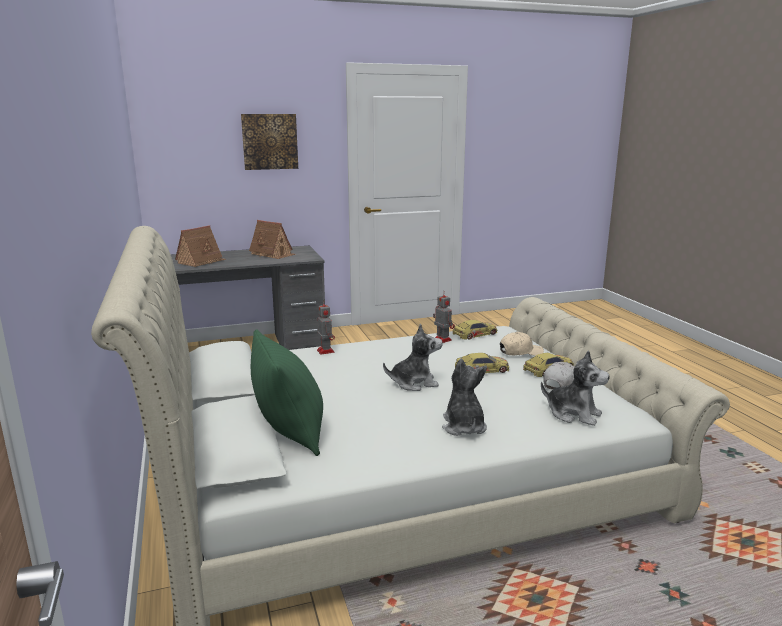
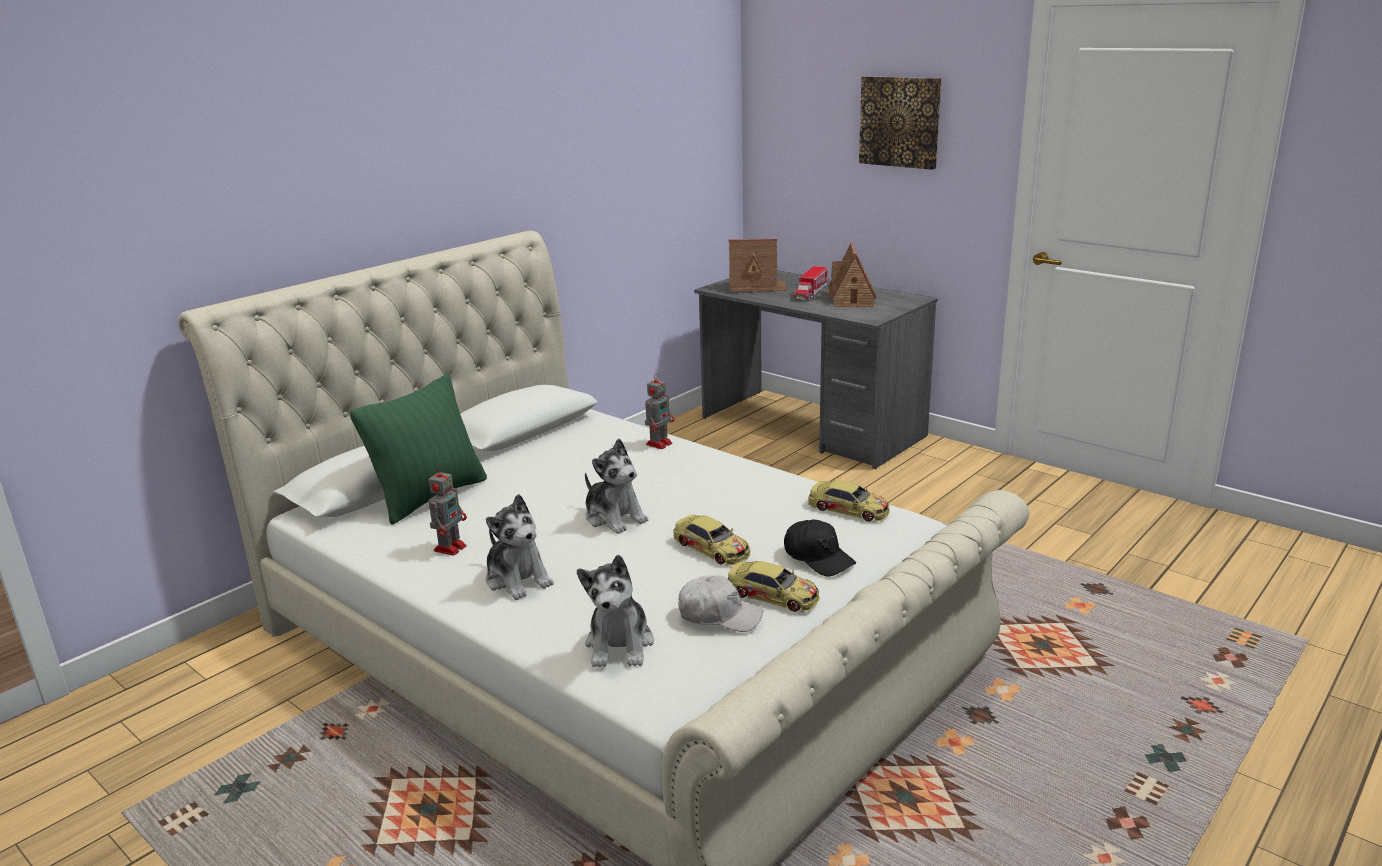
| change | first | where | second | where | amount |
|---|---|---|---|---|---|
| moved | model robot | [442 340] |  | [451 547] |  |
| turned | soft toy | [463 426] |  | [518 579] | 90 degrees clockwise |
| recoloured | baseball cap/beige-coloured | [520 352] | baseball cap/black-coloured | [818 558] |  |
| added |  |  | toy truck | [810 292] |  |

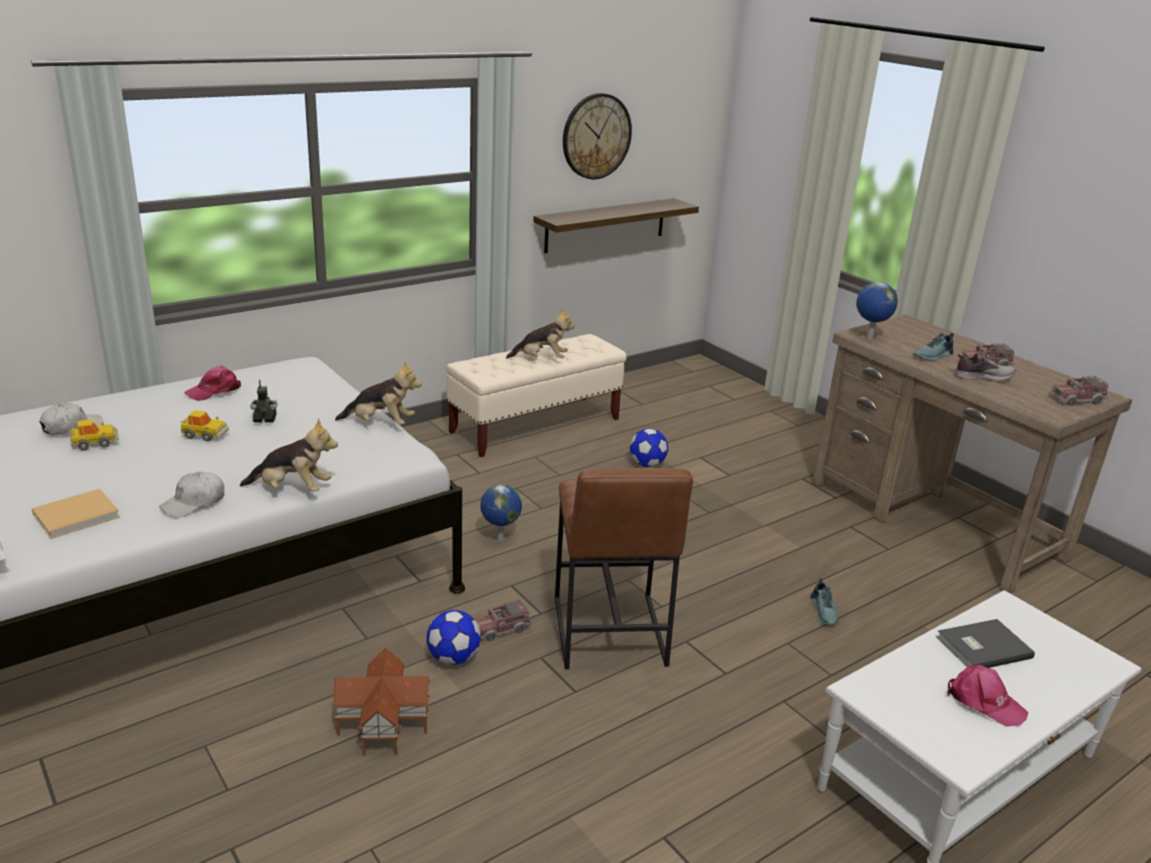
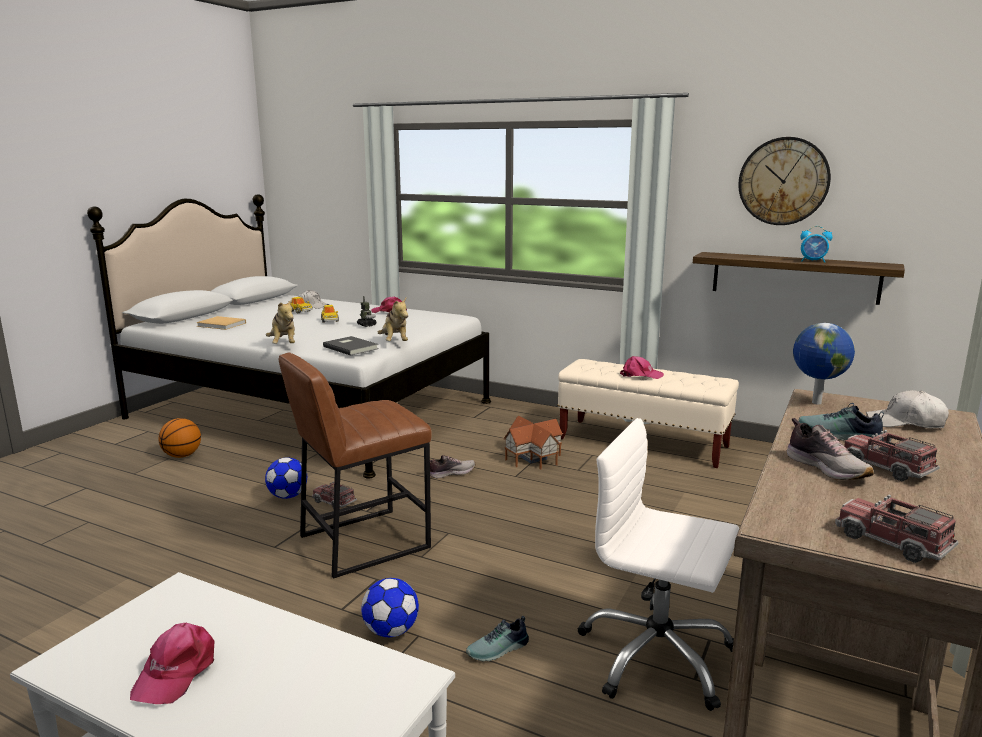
| change | first | where | second | where | amount |
|---|---|---|---|---|---|
| moved | baseball cap/whitish | [194 503] |  | [905 423] |  |
| moved | toy house | [382 721] |  | [533 457] |  |
| replaced | desk globe | [499 539] | item of footwear | [451 473] |  |
| replaced | soft toy | [541 359] | baseball cap/pink-coloured | [640 375] |  |
| moved | football | [647 464] |  | [391 631] |  |
| moved | volume/gray | [981 646] |  | [351 347] |  |
| added |  |  | ball for basketball | [182 456] |  |
| added |  |  | desk chair/whitish | [656 656] |  |
| added |  |  | table clock | [813 261] |  |

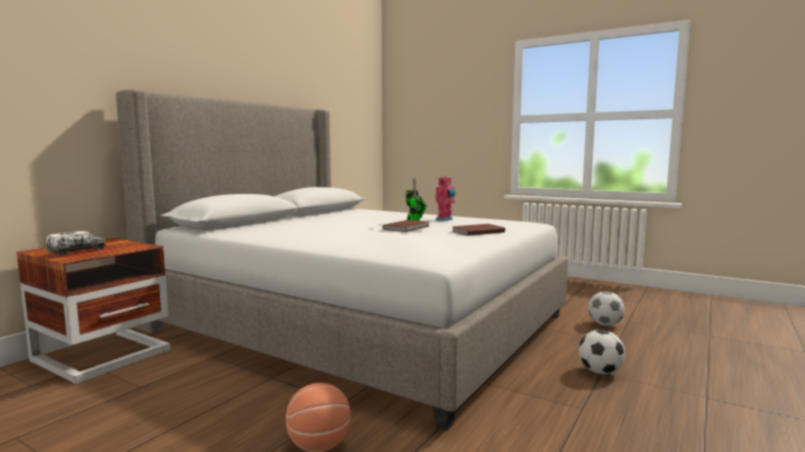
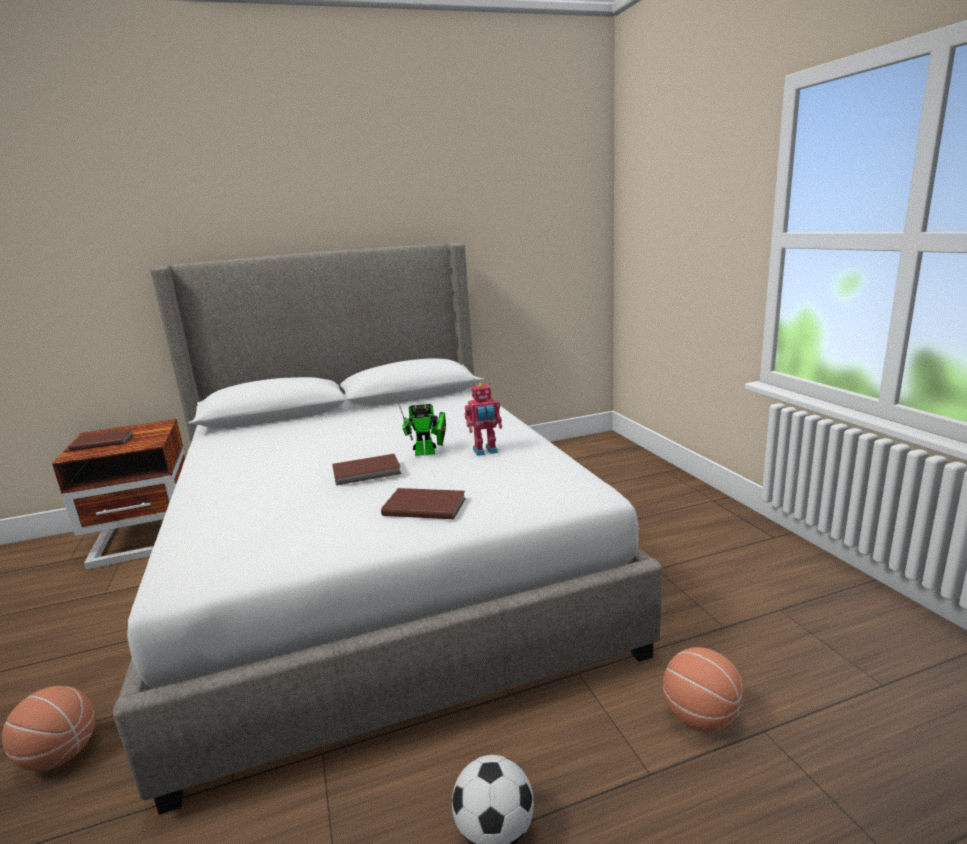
| change | first | where | second | where | amount |
|---|---|---|---|---|---|
| replaced | toy truck | [77 251] | volume/brownish | [102 442] |  |
| replaced | football | [605 324] | ball for basketball | [700 717] |  |

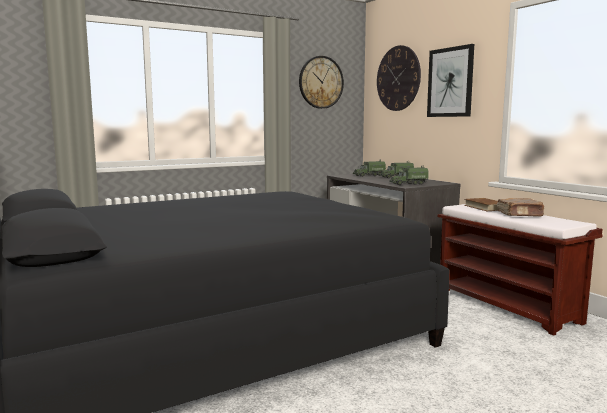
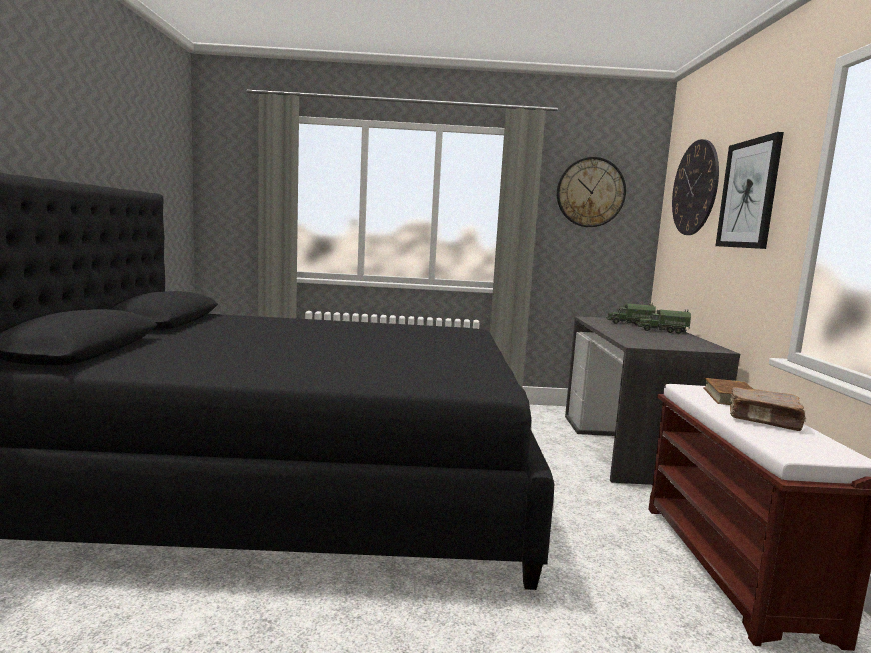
| change | first | where | second | where | amount |
|---|---|---|---|---|---|
| removed | toy truck | [408 184] |  |  |  |

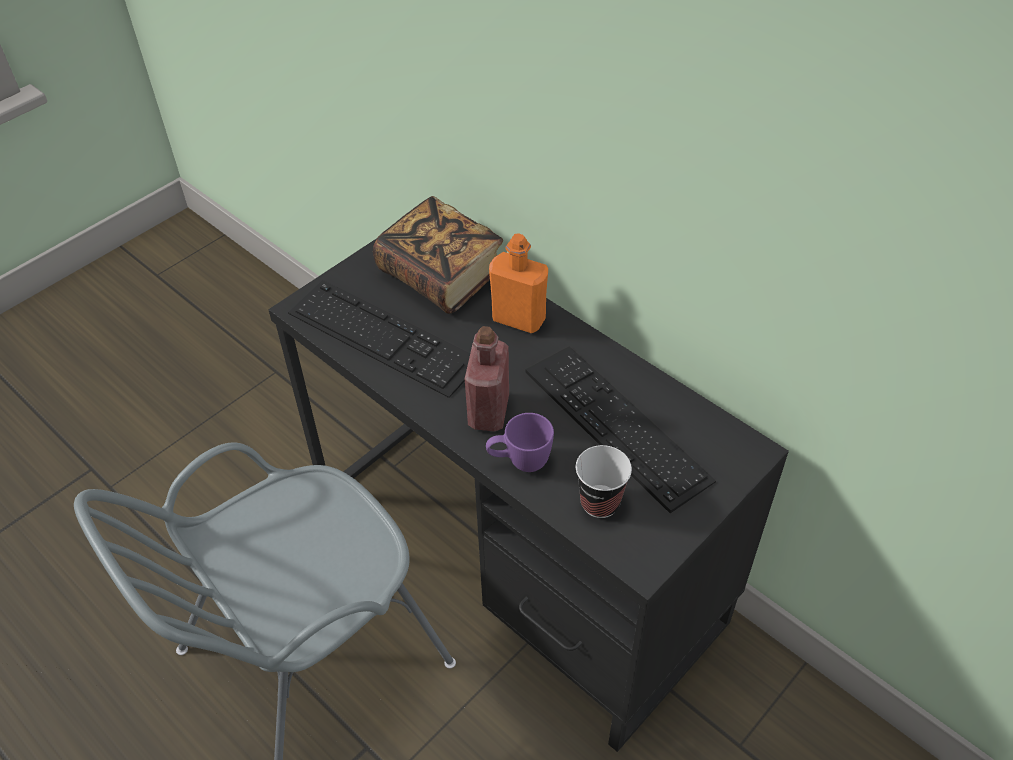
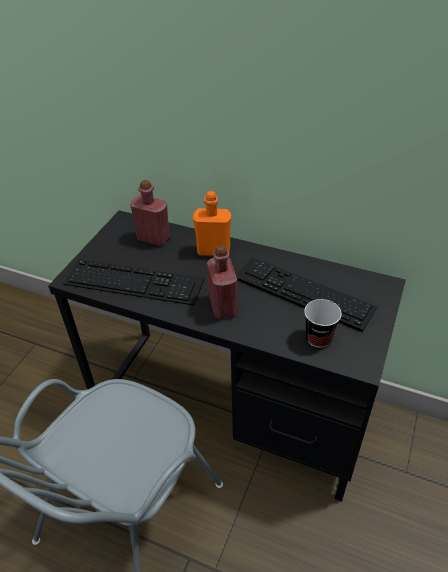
| change | first | where | second | where | amount |
|---|---|---|---|---|---|
| replaced | volume | [441 275] | drink bottle/reddish | [153 238] |  |
| removed | tea mug/purple-coloured | [519 462] |  |  |  |

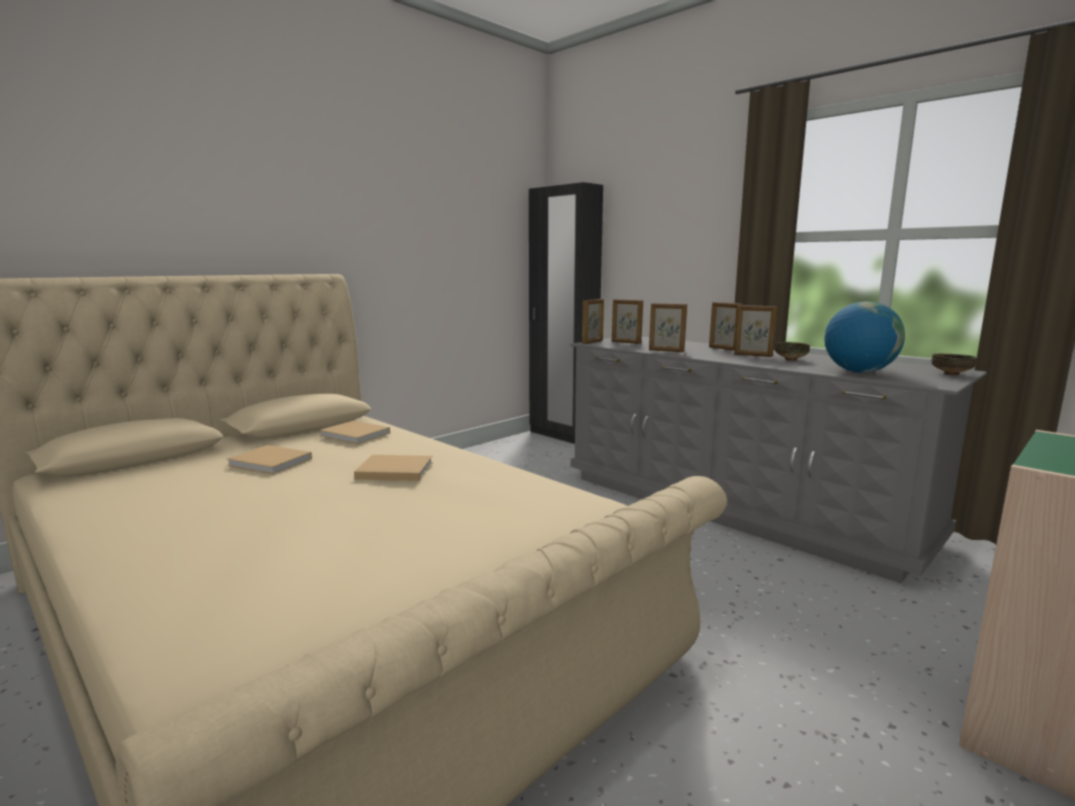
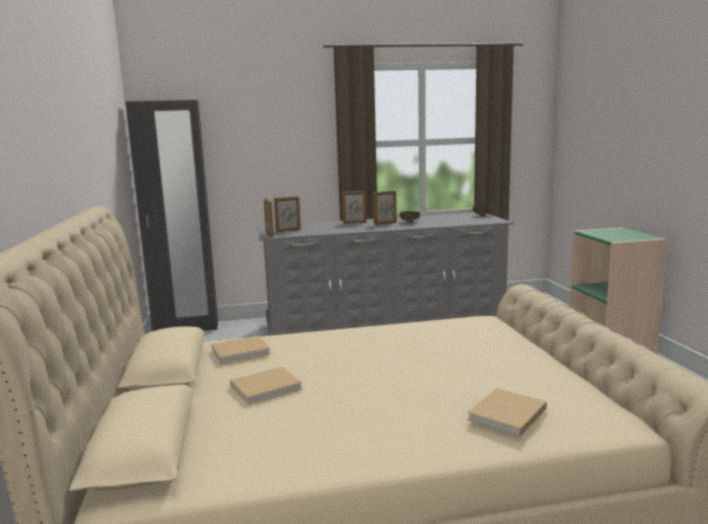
| change | first | where | second | where | amount |
|---|---|---|---|---|---|
| moved | volume/beige-coloured | [392 470] |  | [506 415] |  |
| removed | standing frame | [666 351] |  |  |  |
| removed | desk globe | [858 372] |  |  |  |

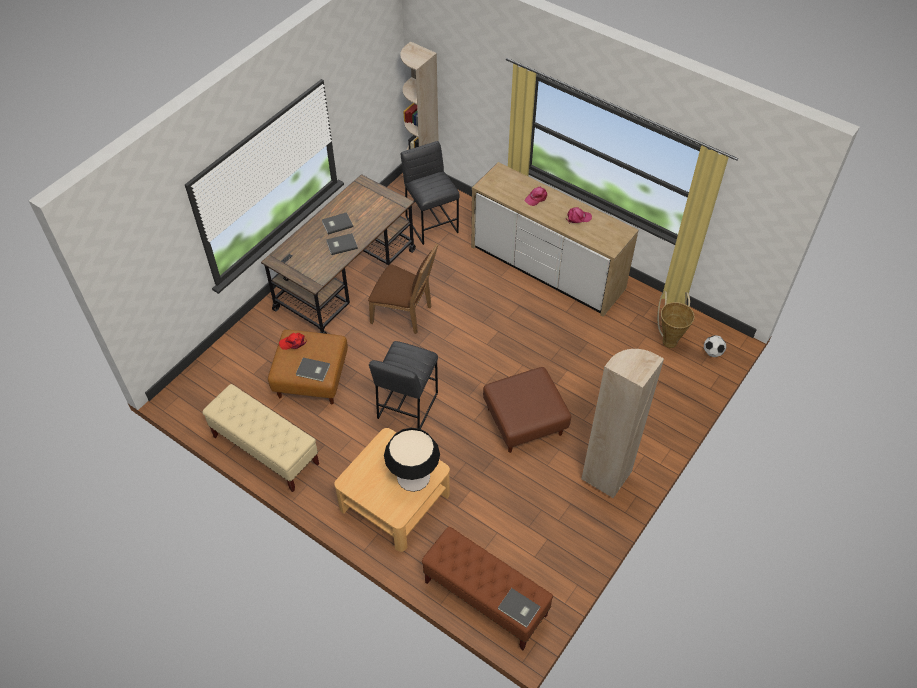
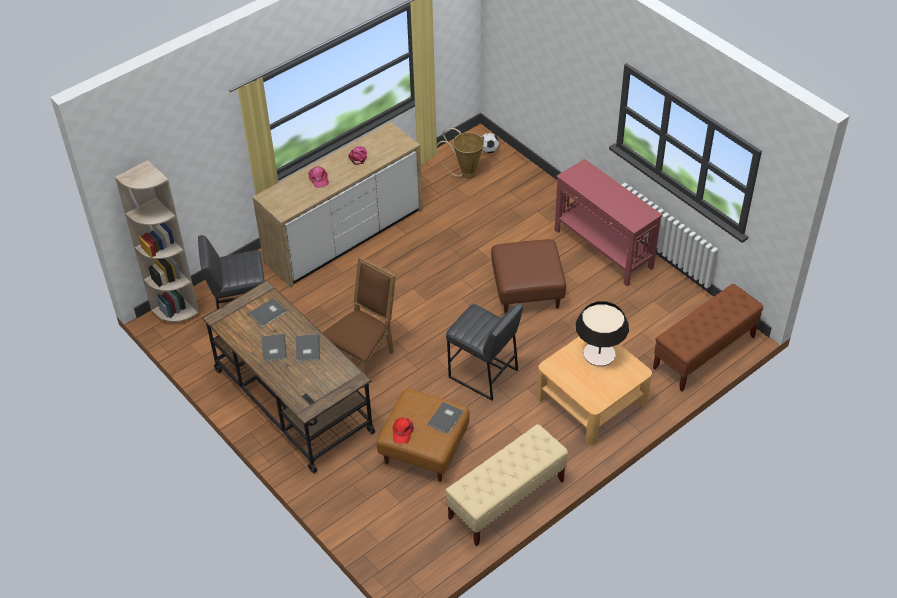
| change | first | where | second | where | amount |
|---|---|---|---|---|---|
| moved | volume/gray | [518 609] |  | [268 313] |  |
| replaced | bookcase/beige-coloured | [606 479] | narrow table/reddish | [603 249] |  |

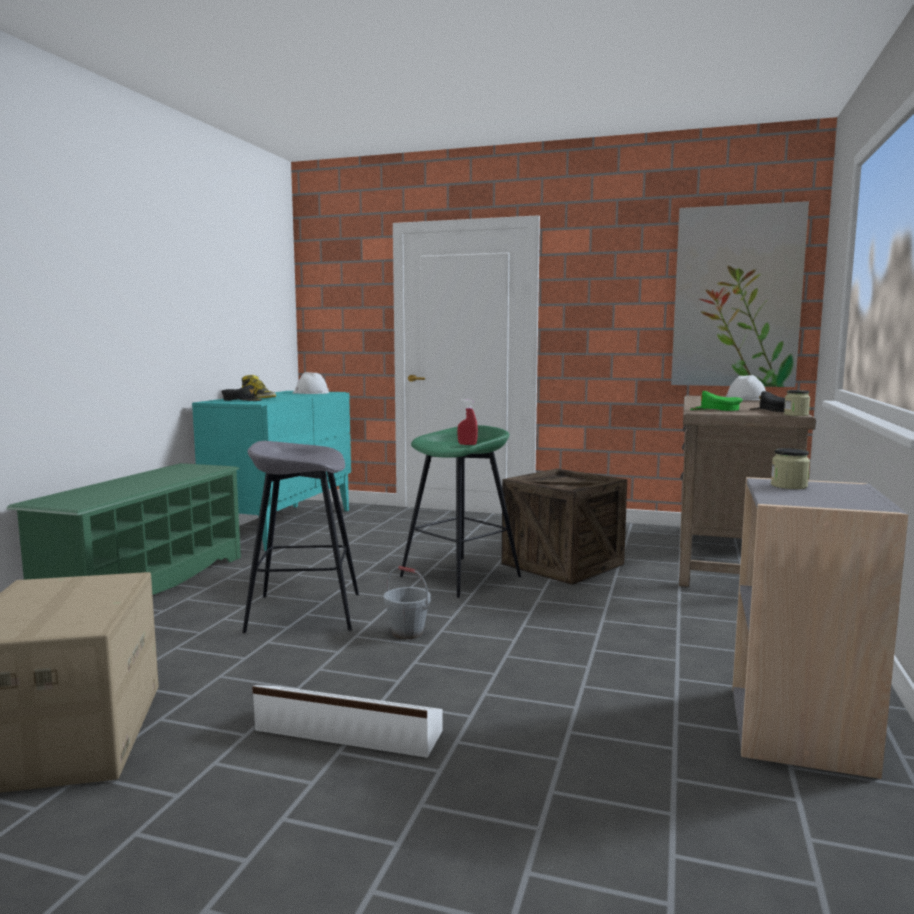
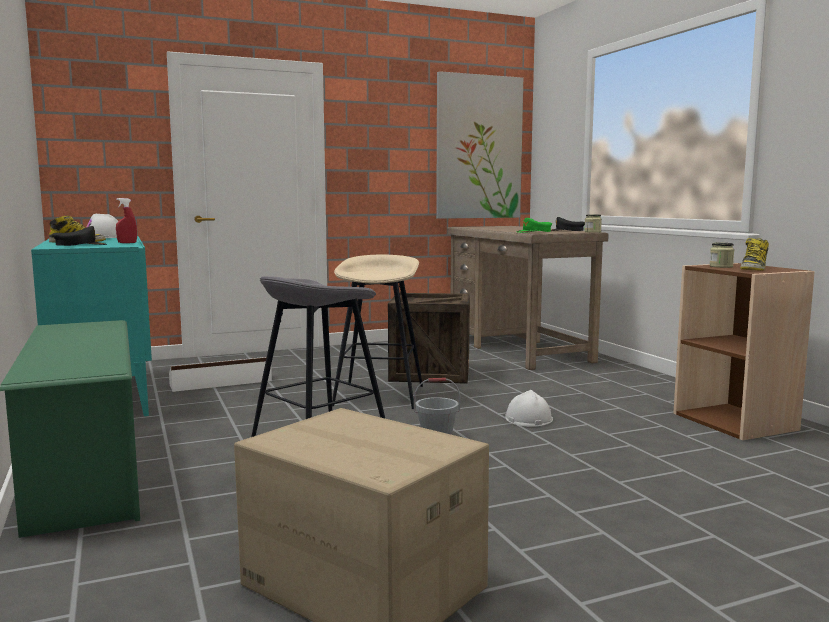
| change | first | where | second | where | amount |
|---|---|---|---|---|---|
| moved | storage box/whitish | [347 732] |  | [221 383] |  |
| recoloured | stool/greenish | [461 576] | stool/beige-coloured | [380 395] |  |
| moved | sprayer/reddish | [467 444] |  | [127 243] |  |
| moved | hard hat/whitish | [747 399] |  | [528 419] |  |
| recoloured | bookcase/gray | [801 730] | bookcase/brownish | [736 422] |  |
| added |  |  | tall boot | [753 269] |  |

